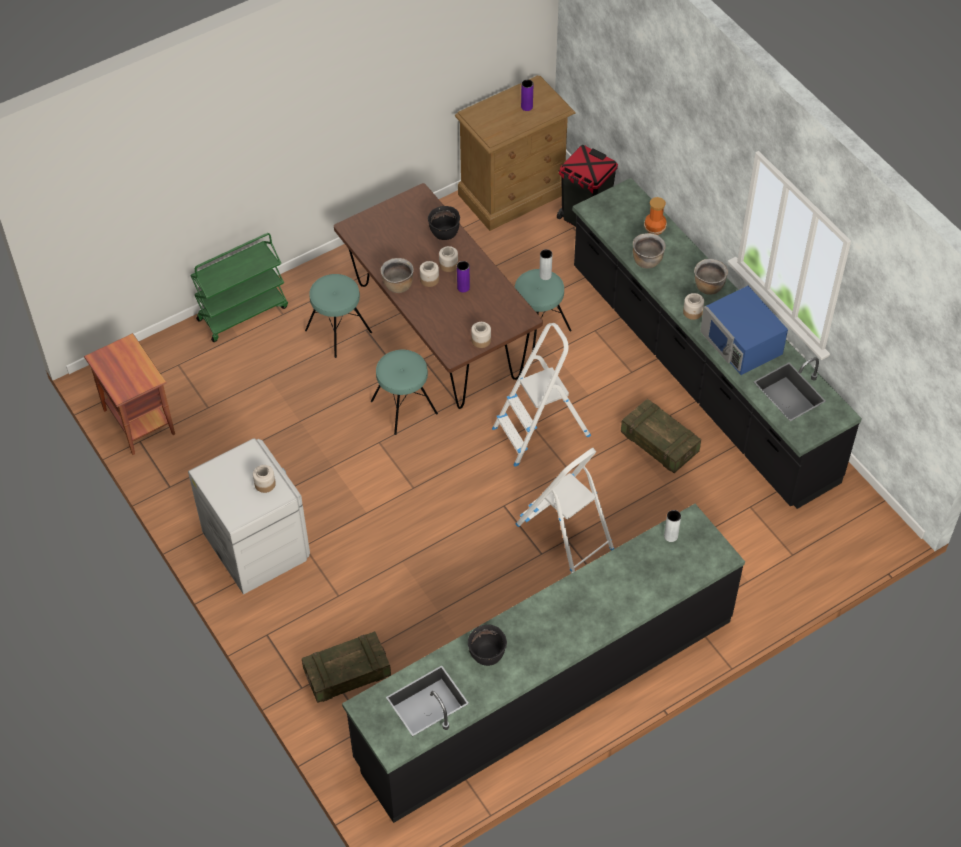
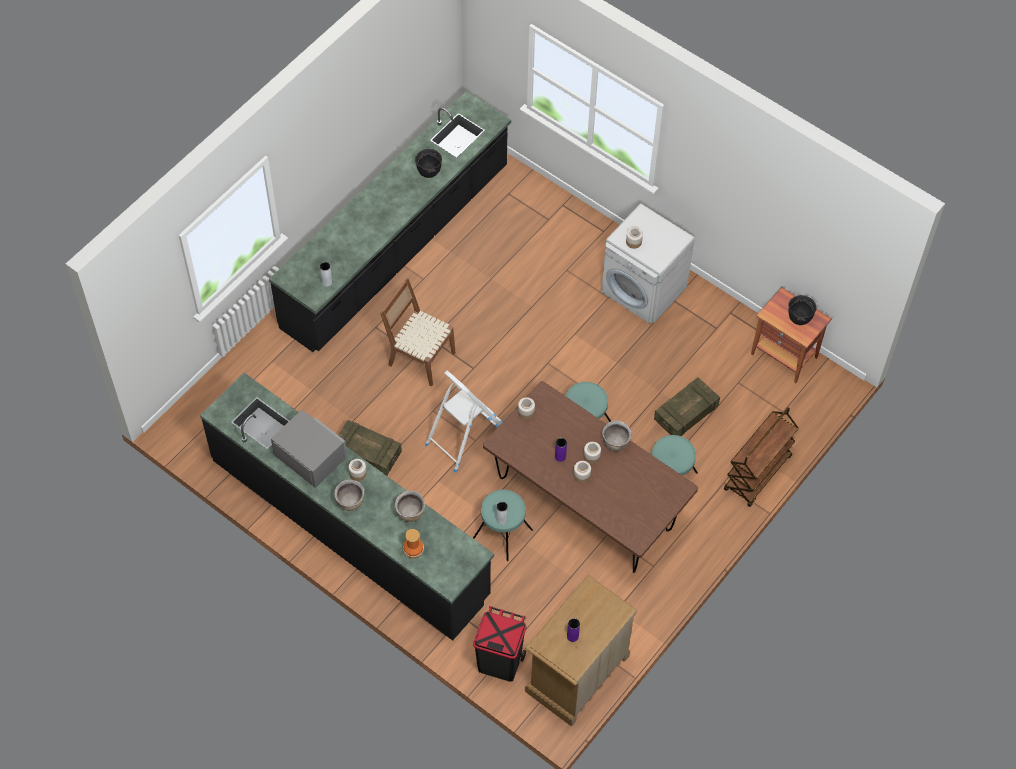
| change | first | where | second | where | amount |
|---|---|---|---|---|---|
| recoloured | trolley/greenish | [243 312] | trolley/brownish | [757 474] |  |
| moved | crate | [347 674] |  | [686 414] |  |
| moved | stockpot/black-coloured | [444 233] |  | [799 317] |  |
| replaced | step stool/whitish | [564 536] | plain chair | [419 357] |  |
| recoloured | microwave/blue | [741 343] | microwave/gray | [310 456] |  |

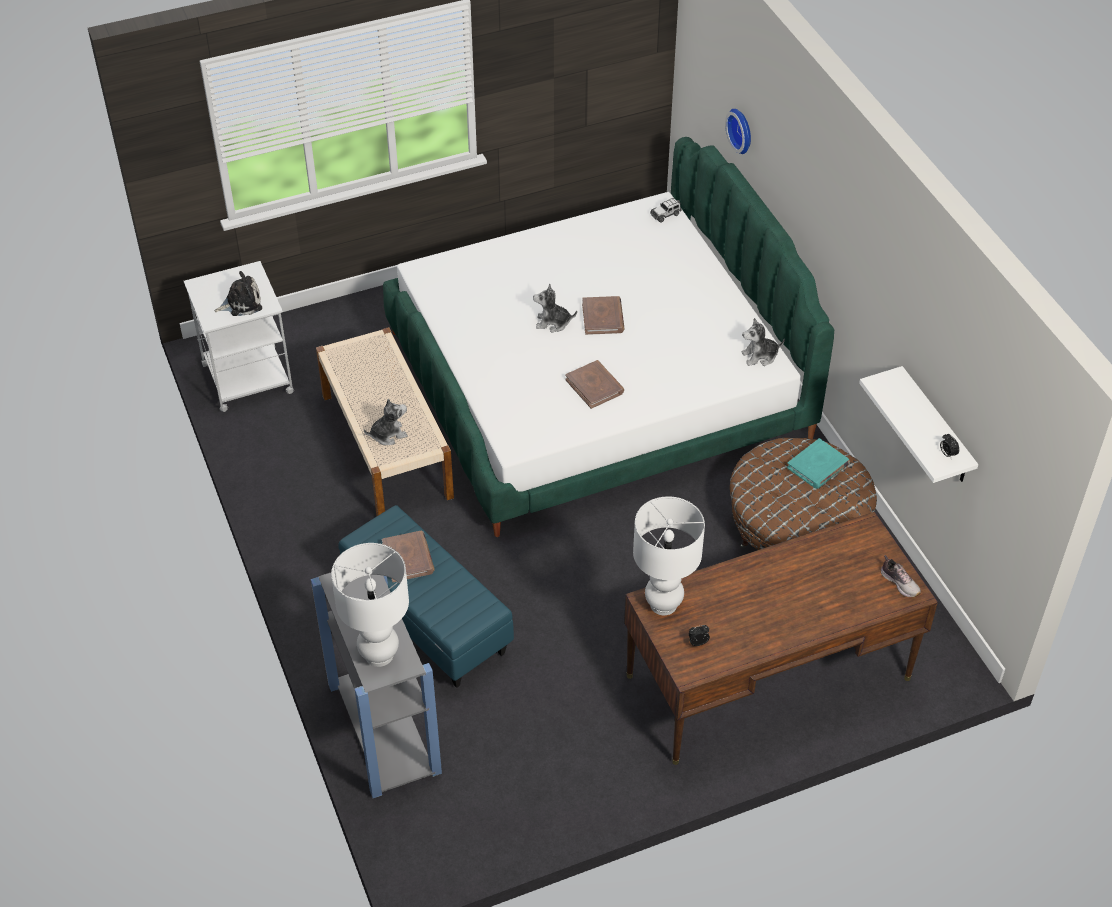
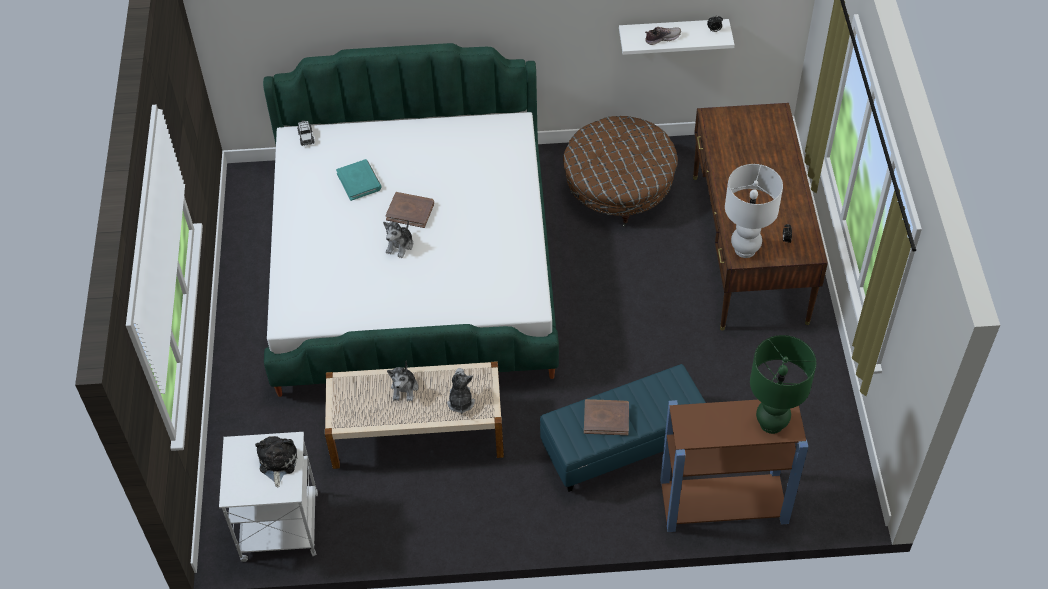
| change | first | where | second | where | amount |
|---|---|---|---|---|---|
| recoloured | bookcase/gray | [384 727] | bookcase/brownish | [722 501] |  |
| recoloured | tabletop lamp/whitish | [379 655] | tabletop lamp/greenish | [772 423] |  |
| removed | volume/brownish | [595 386] |  |  |  |
| removed | wall clock | [742 130] |  |  |  |
| moved | soft toy | [760 356] |  | [404 388] |  |
| moved | volume/blue-green | [818 466] |  | [359 181] |  |
| moved | item of footwear | [900 583] |  | [662 38] |  |

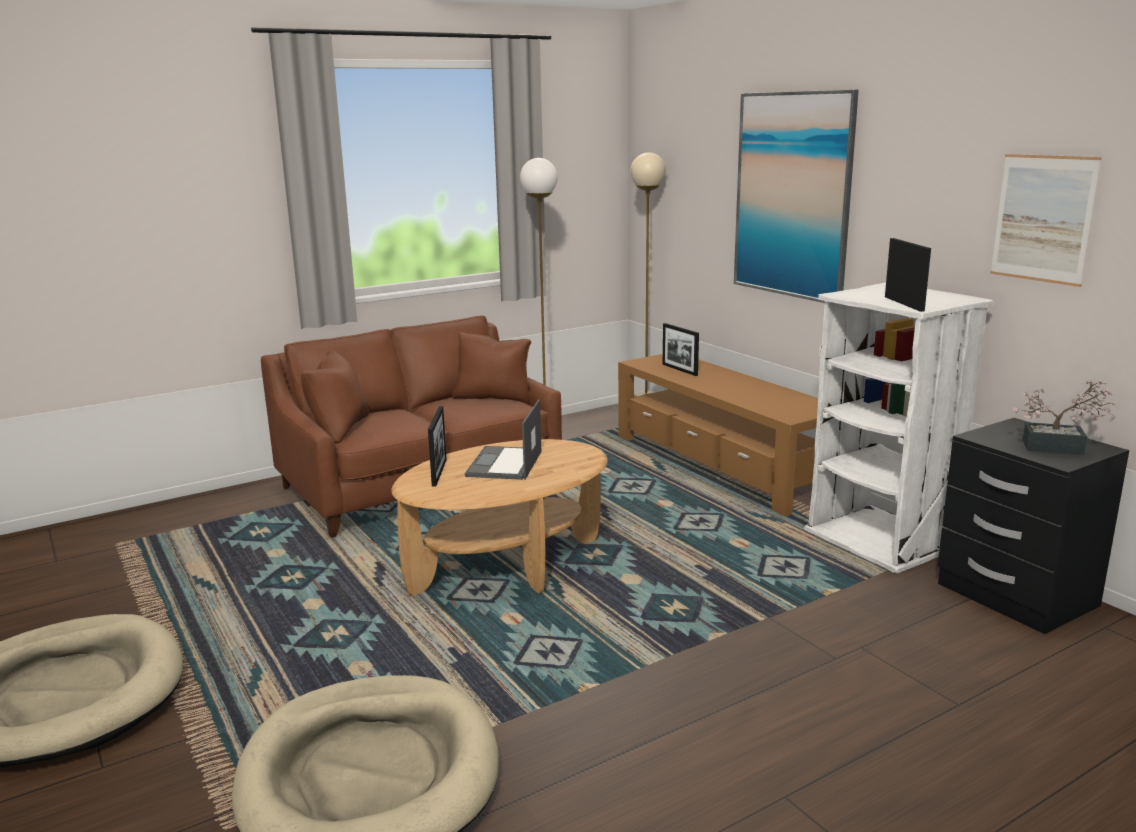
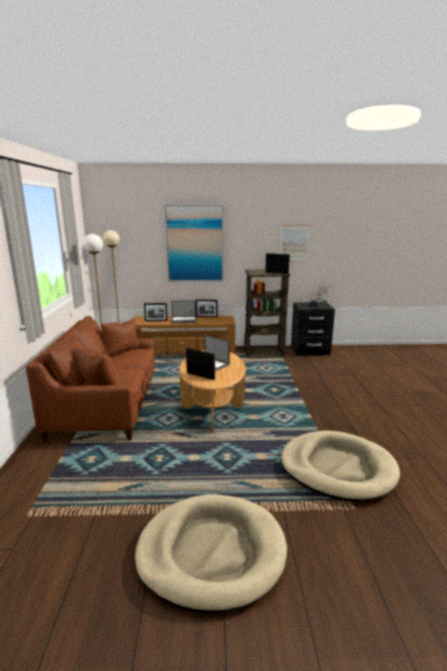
| change | first | where | second | where | amount |
|---|---|---|---|---|---|
| recoloured | bookcase/whitish | [881 538] | bookcase/brownish | [264 352] |  |
| added |  |  | portable computer | [184 320] |  |
| added |  |  | standing frame | [206 316] |  |

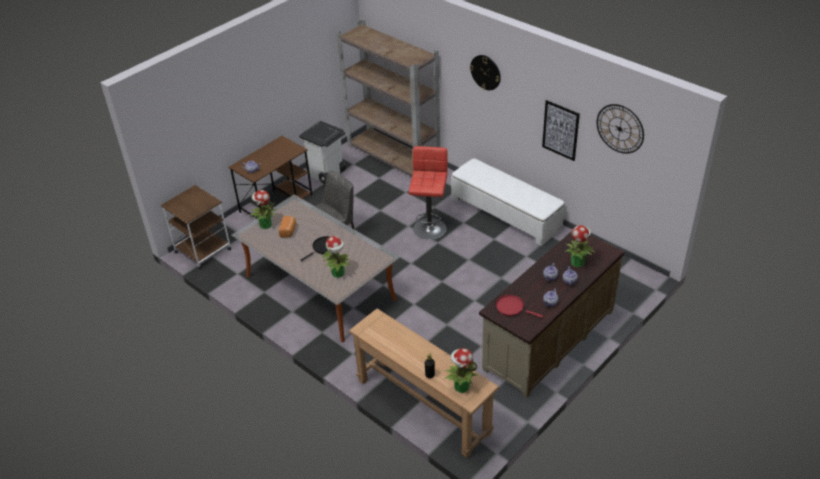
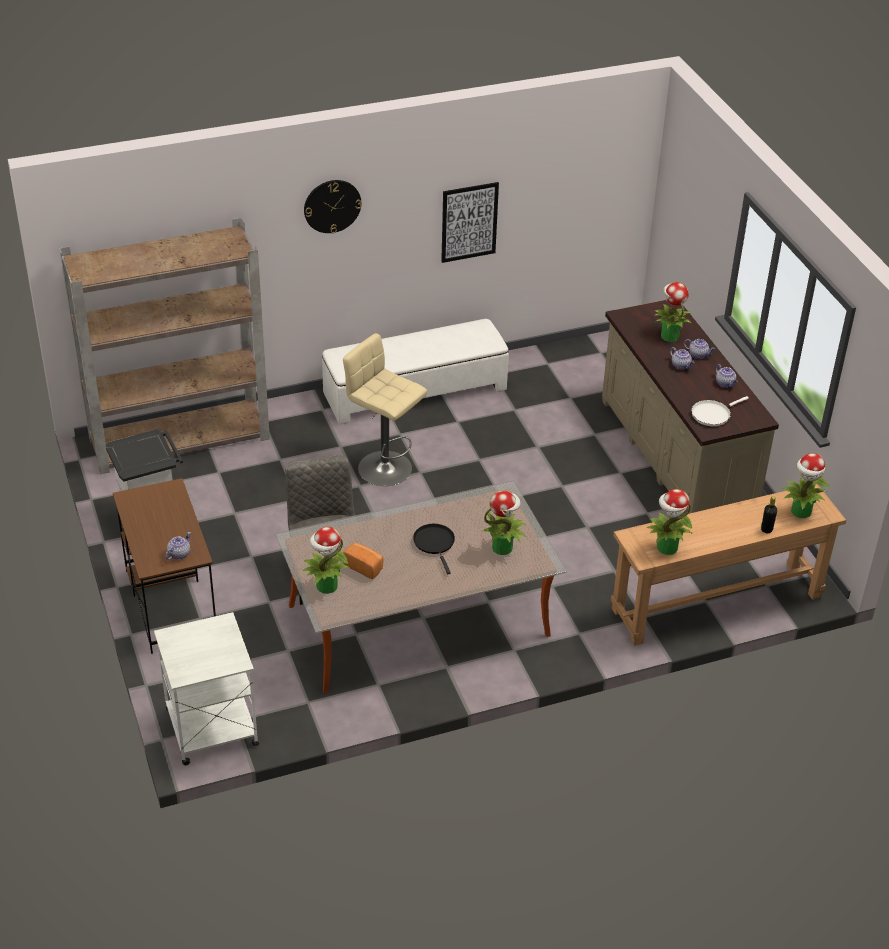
| change | first | where | second | where | amount |
|---|---|---|---|---|---|
| recoloured | trolley/brownish | [202 250] | trolley/whitish | [210 728] |  |
| recoloured | stool/reddish | [430 228] | stool/beige-coloured | [384 468] |  |
| recoloured | skillet/reddish | [511 307] | skillet/whitish | [712 414] |  |
| removed | wall clock | [620 129] |  |  |  |
| added |  |  | plant in a pot | [666 548] |  |

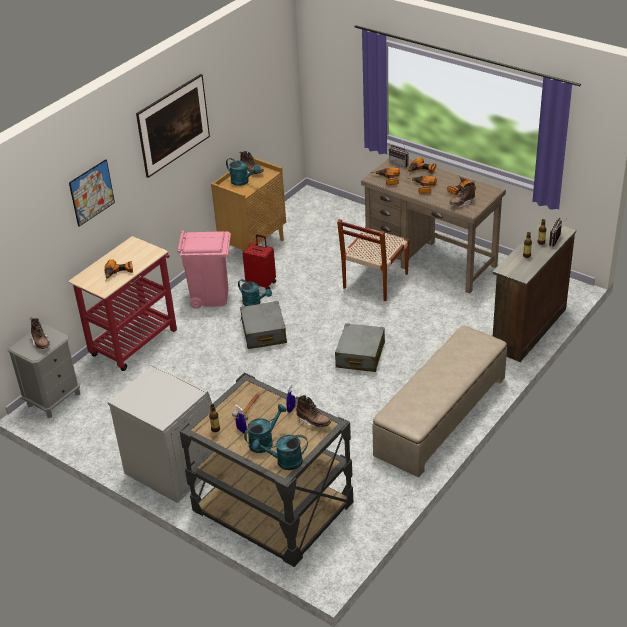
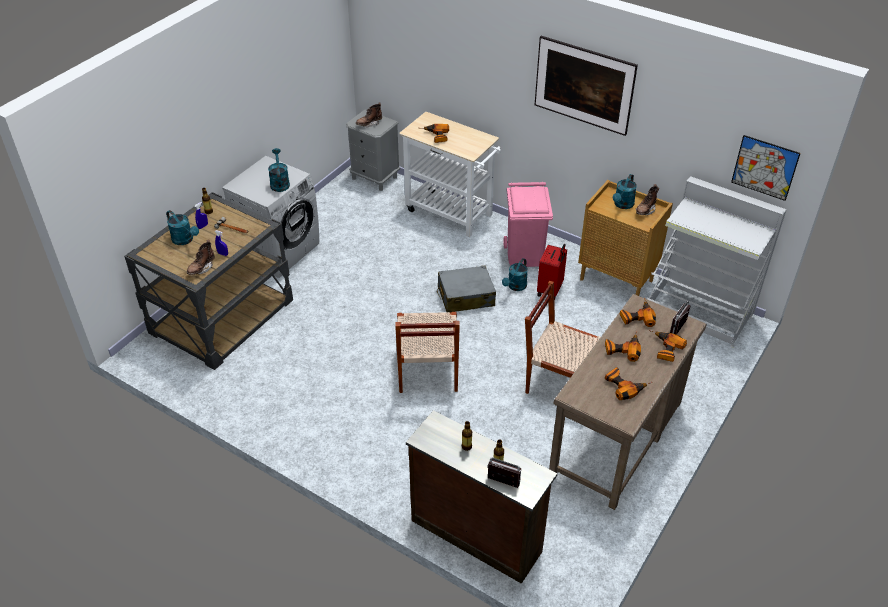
| change | first | where | second | where | amount |
|---|---|---|---|---|---|
| moved | wall art | [91 192] |  | [765 167] |  |
| recoloured | trolley/reddish | [135 342] | trolley/whitish | [450 213] |  |
| moved | watering pot/blue-green | [284 462] |  | [279 183] |  |
| replaced | travel case/gray | [360 355] | plain chair | [427 372] |  |
| removed | long seat/beige-coloured | [441 416] |  |  |  |
| removed | tall boot/brownish | [462 203] |  |  |  |
| added |  |  | shoe shelf/whitish | [697 316] |  |

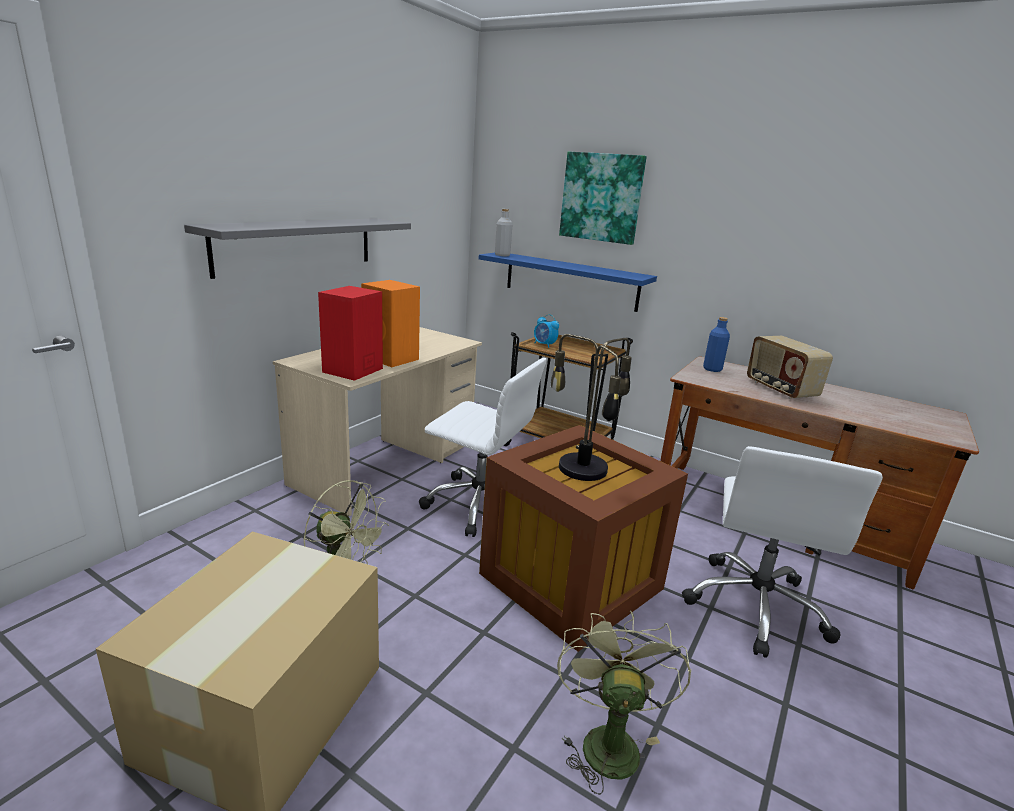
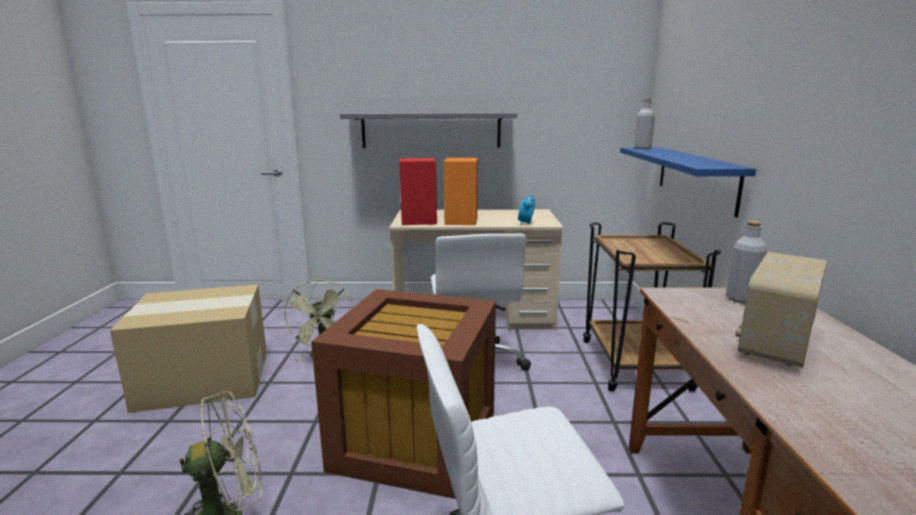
| change | first | where | second | where | amount |
|---|---|---|---|---|---|
| moved | table clock | [544 345] |  | [526 224] |  |
| removed | tabletop lamp | [583 469] |  |  |  |
| removed | wall art | [601 197] |  |  |  |
| recoloured | drink bottle/blue | [712 369] | drink bottle/gray | [741 299] |  |

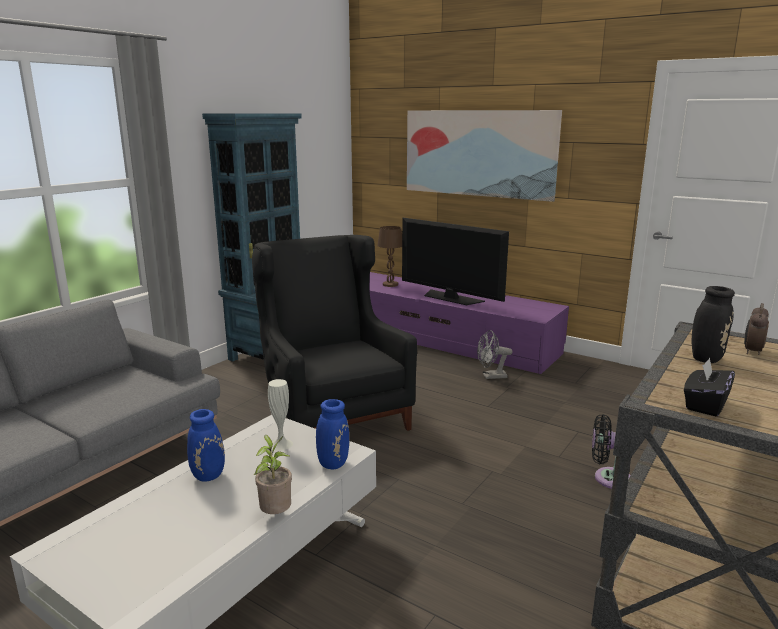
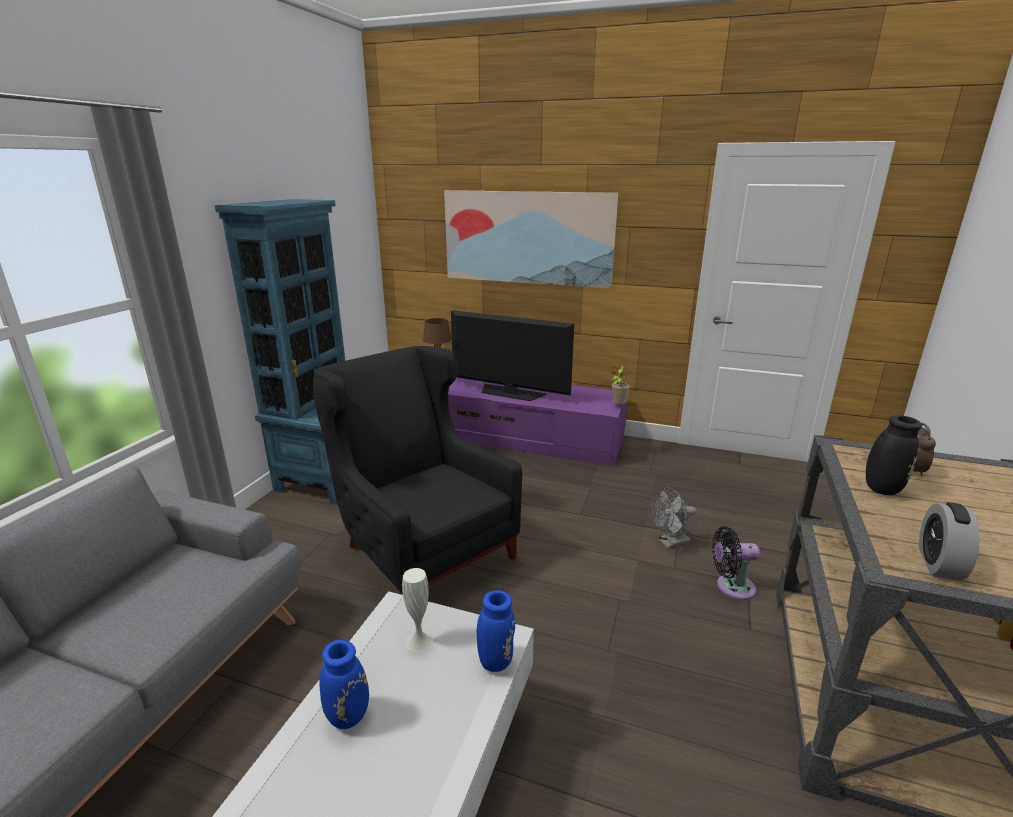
| change | first | where | second | where | amount |
|---|---|---|---|---|---|
| moved | plant in a pot | [276 515] |  | [618 406] |  |
| moved | cooling fan/gray | [491 376] |  | [670 543] |  |
| replaced | tissue holder/black-coloured | [705 404] | table clock | [939 564] |  |

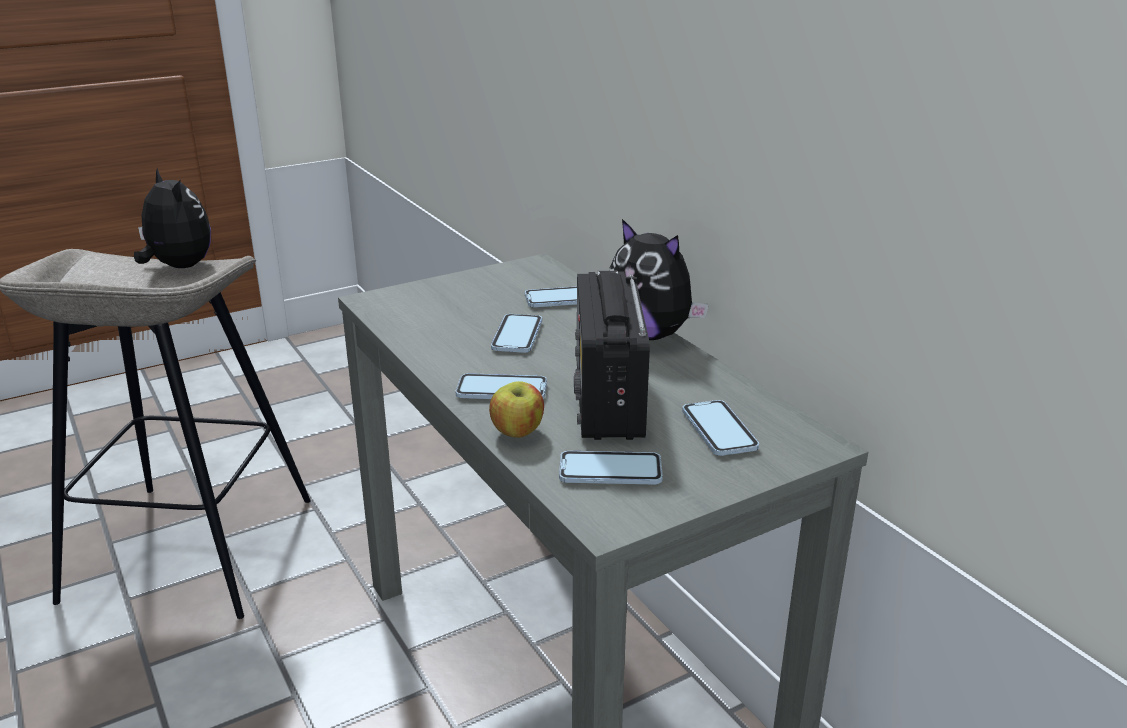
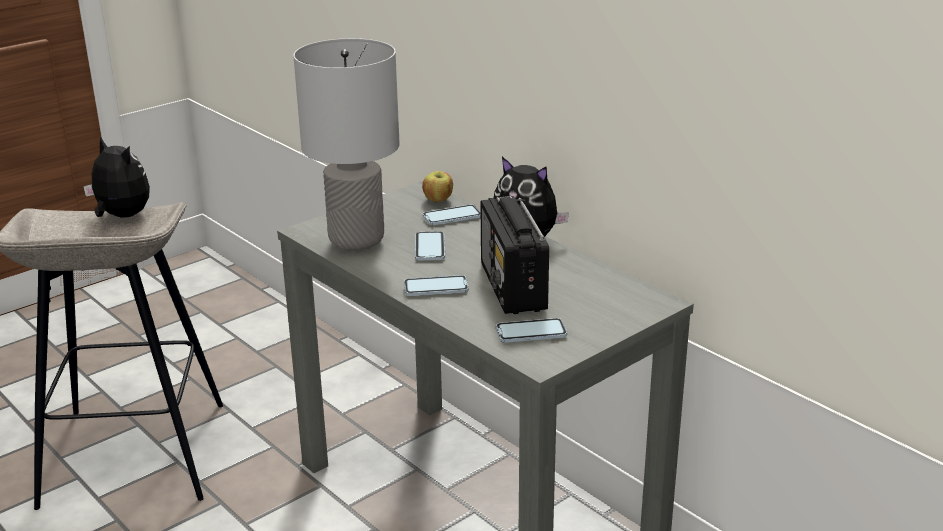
| change | first | where | second | where | amount |
|---|---|---|---|---|---|
| moved | whole apple | [518 432] |  | [438 200] |  |
| removed | handset | [719 430] |  |  |  |
| added |  |  | tabletop lamp/gray | [356 243] |  |

